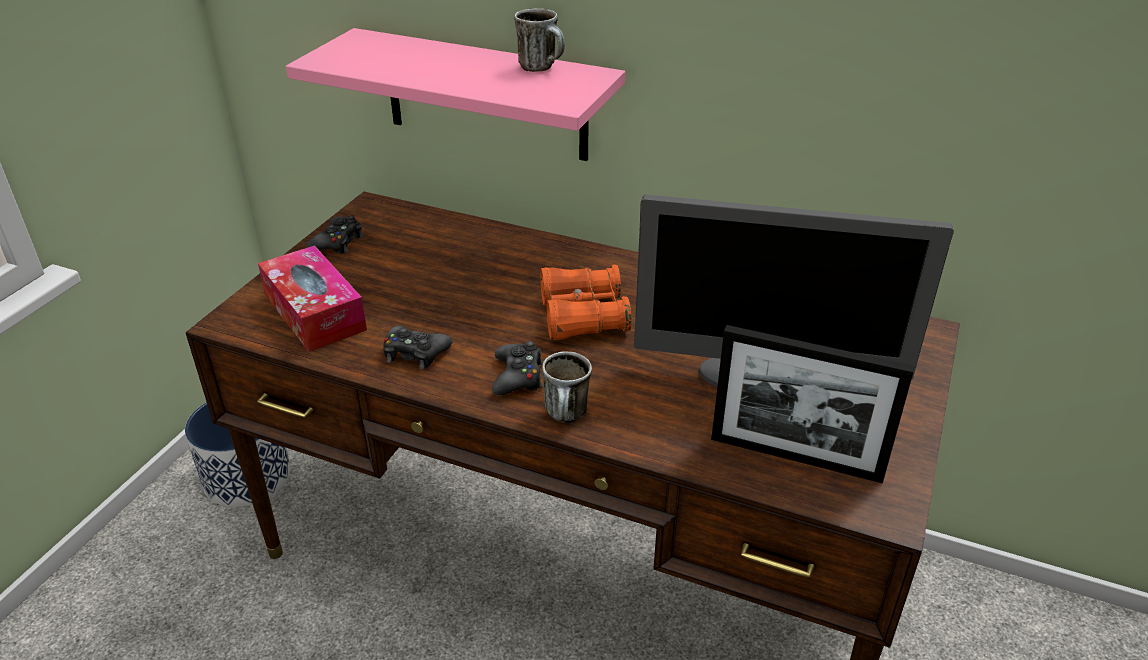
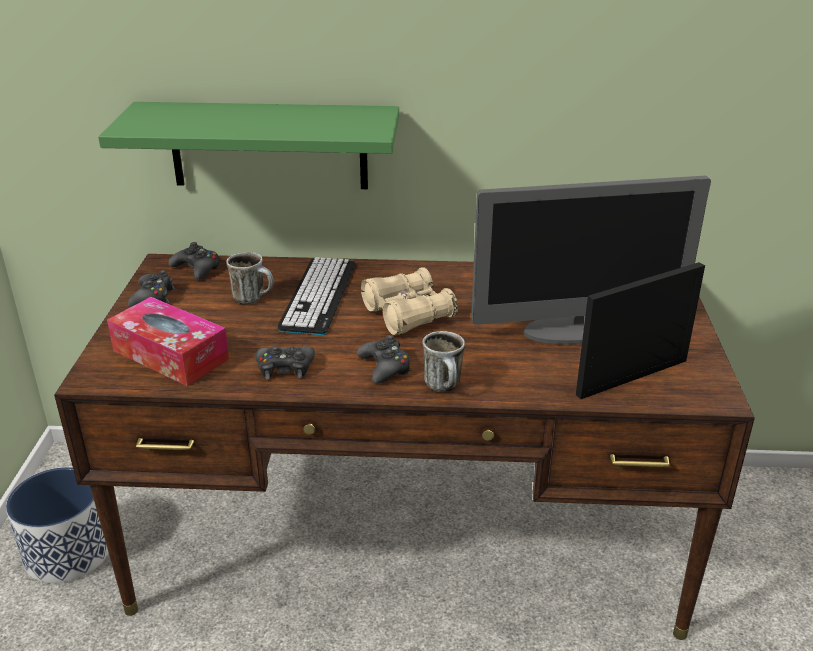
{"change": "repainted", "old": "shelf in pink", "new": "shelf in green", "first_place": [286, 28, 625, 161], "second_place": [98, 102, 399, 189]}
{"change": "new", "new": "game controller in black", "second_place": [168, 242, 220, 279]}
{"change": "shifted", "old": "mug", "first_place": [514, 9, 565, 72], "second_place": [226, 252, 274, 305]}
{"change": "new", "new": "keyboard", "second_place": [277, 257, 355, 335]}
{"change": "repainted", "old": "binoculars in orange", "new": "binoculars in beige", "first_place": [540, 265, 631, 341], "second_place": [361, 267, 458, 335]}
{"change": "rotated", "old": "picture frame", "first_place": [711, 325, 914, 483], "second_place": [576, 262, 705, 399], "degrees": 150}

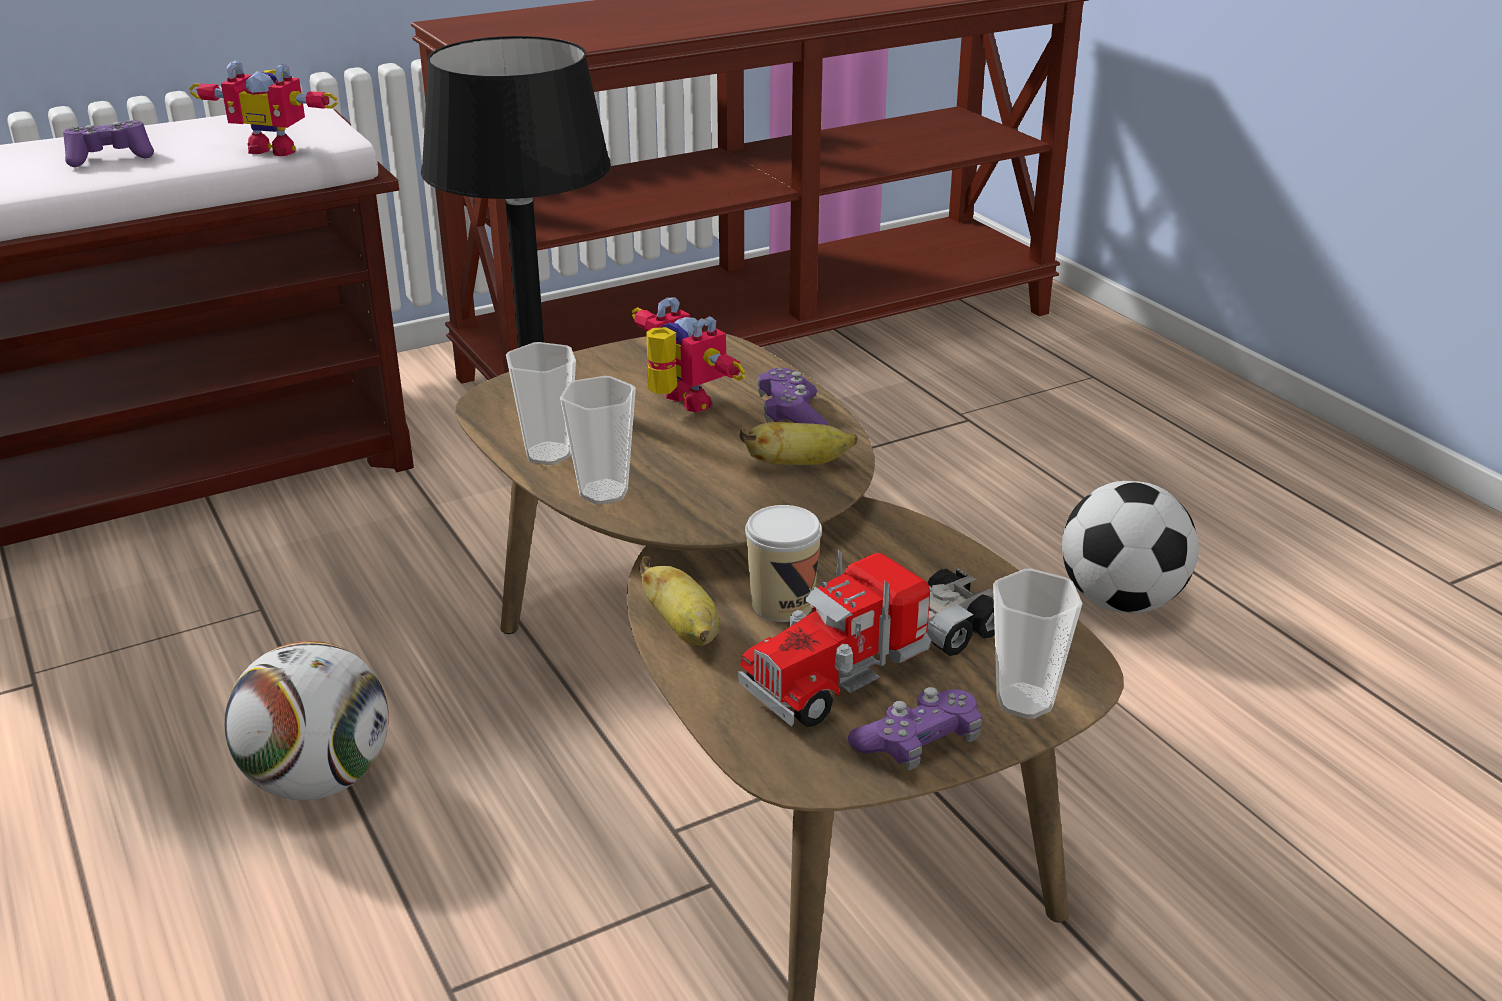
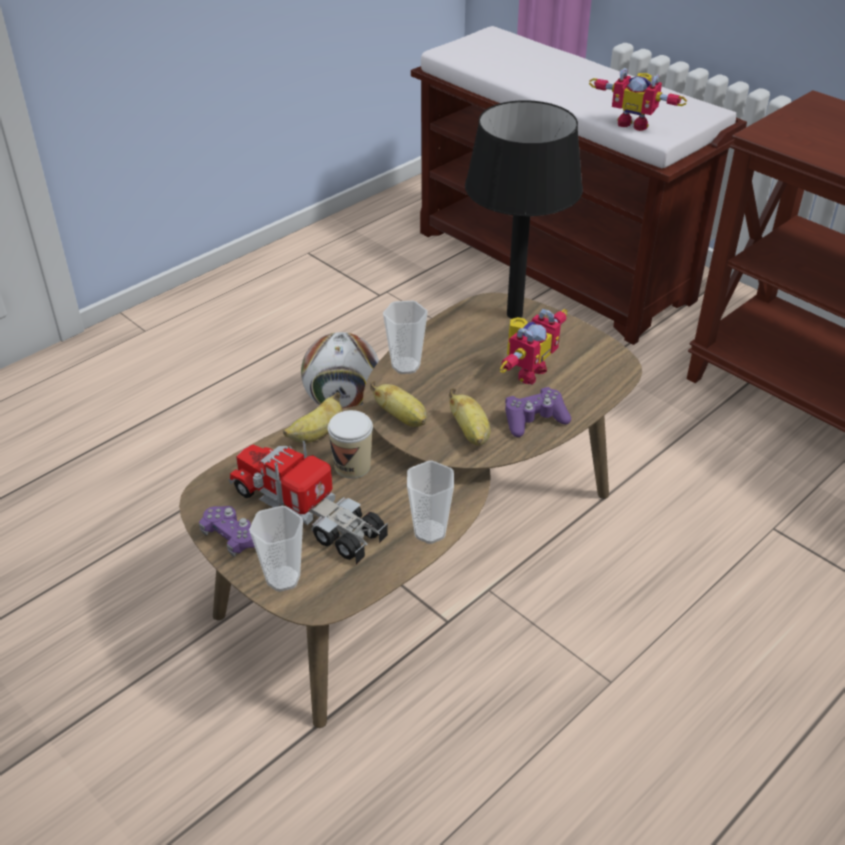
{"change": "new", "new": "banana", "second_place": [370, 381, 427, 427]}
{"change": "shifted", "old": "cup", "first_place": [506, 342, 576, 465], "second_place": [407, 461, 454, 544]}
{"change": "rotated", "old": "toy robot", "first_place": [189, 60, 338, 157], "second_place": [589, 68, 687, 131], "degrees": -60}
{"change": "gone", "old": "game controller in purple", "first_place": [63, 120, 154, 167]}
{"change": "gone", "old": "football", "first_place": [1062, 481, 1199, 613]}

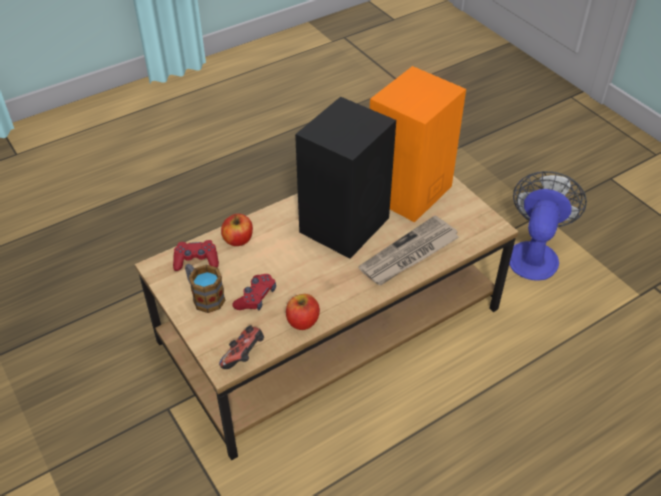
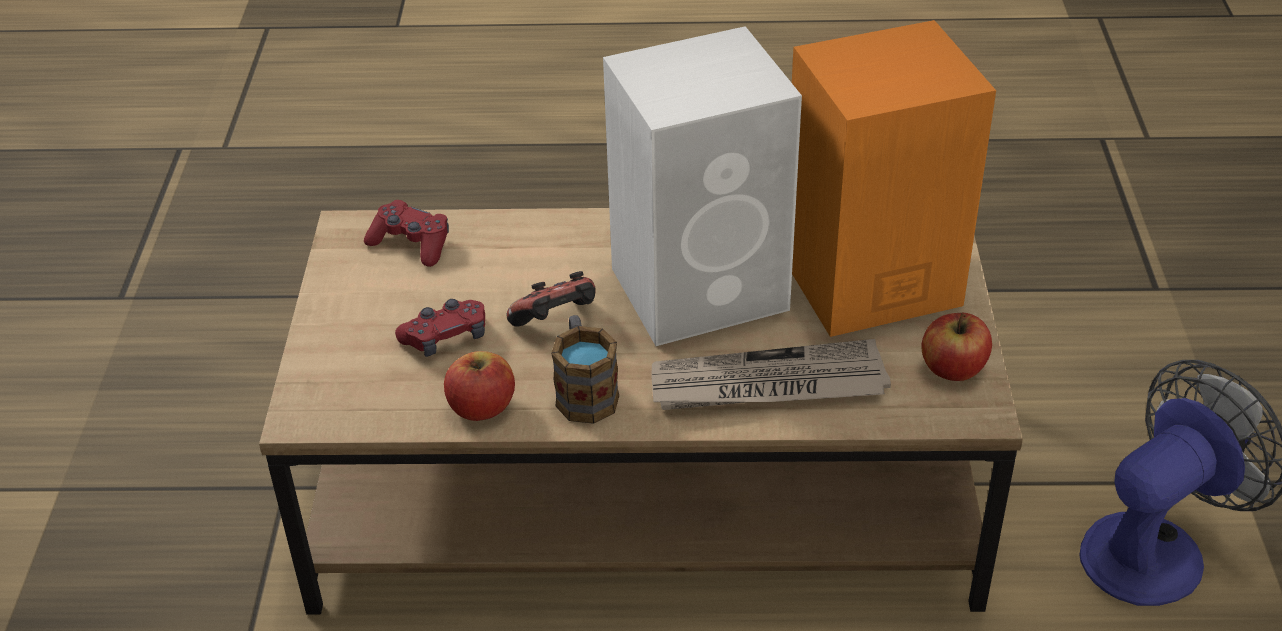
{"change": "shifted", "old": "game controller", "first_place": [219, 326, 264, 369], "second_place": [507, 271, 596, 327]}
{"change": "shifted", "old": "mug", "first_place": [185, 264, 225, 313], "second_place": [551, 315, 619, 424]}
{"change": "repainted", "old": "speaker in black", "new": "speaker in white", "first_place": [295, 97, 396, 259], "second_place": [603, 26, 802, 346]}
{"change": "shifted", "old": "apple", "first_place": [221, 214, 253, 246], "second_place": [921, 313, 992, 381]}

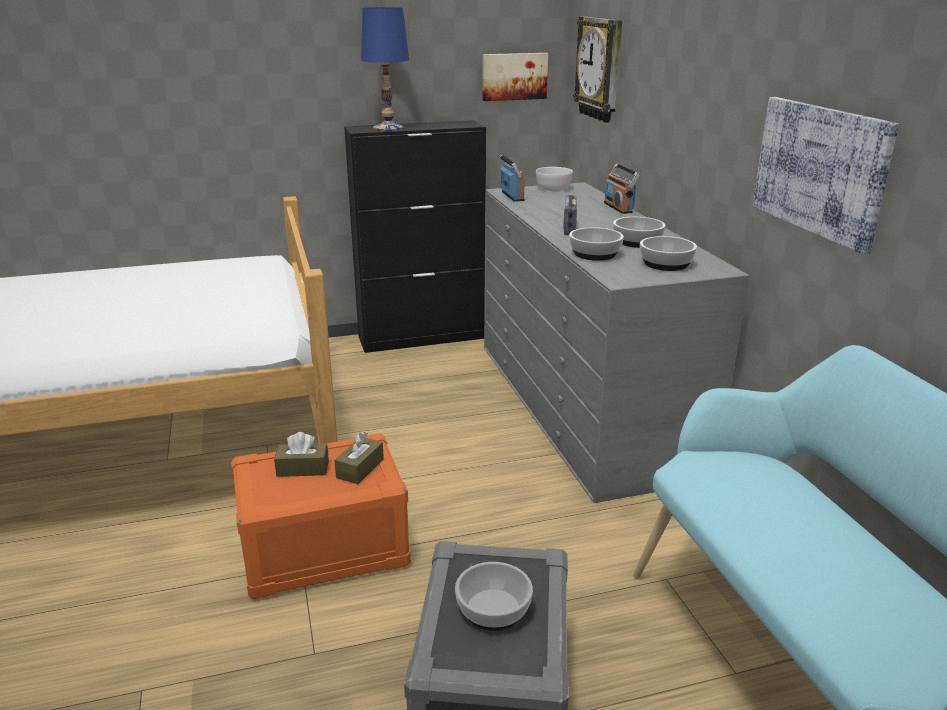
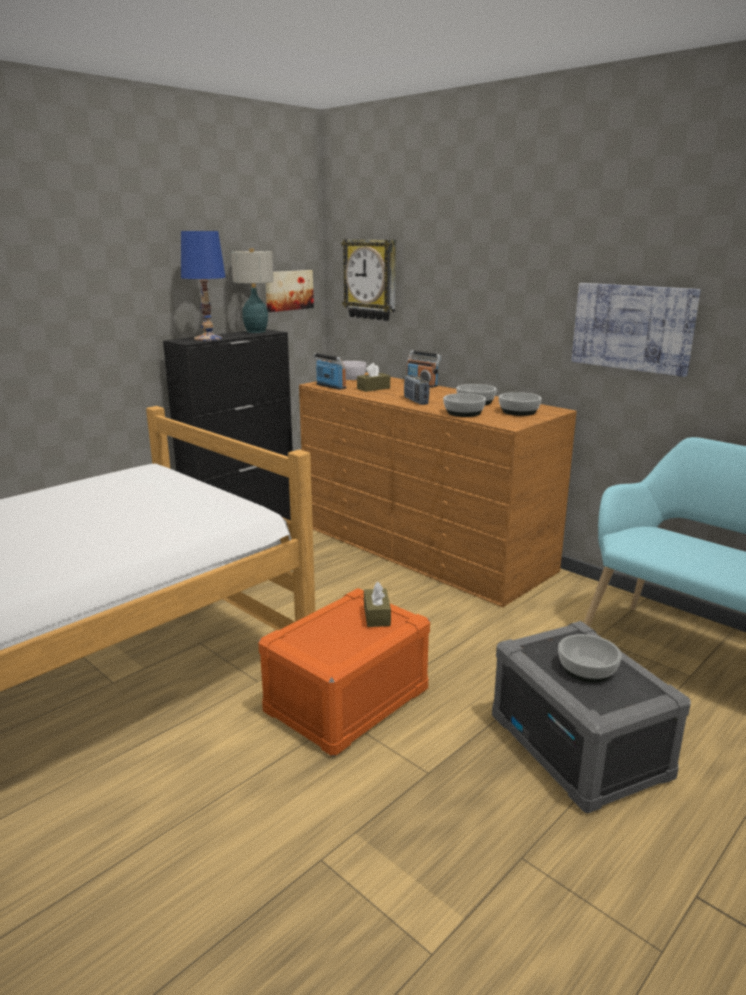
{"change": "new", "new": "table lamp", "second_place": [231, 248, 274, 333]}
{"change": "repainted", "old": "dresser in grey", "new": "dresser in brown", "first_place": [484, 182, 749, 503], "second_place": [299, 372, 577, 607]}
{"change": "shifted", "old": "tissue box in brown", "first_place": [274, 432, 329, 477], "second_place": [357, 363, 390, 392]}

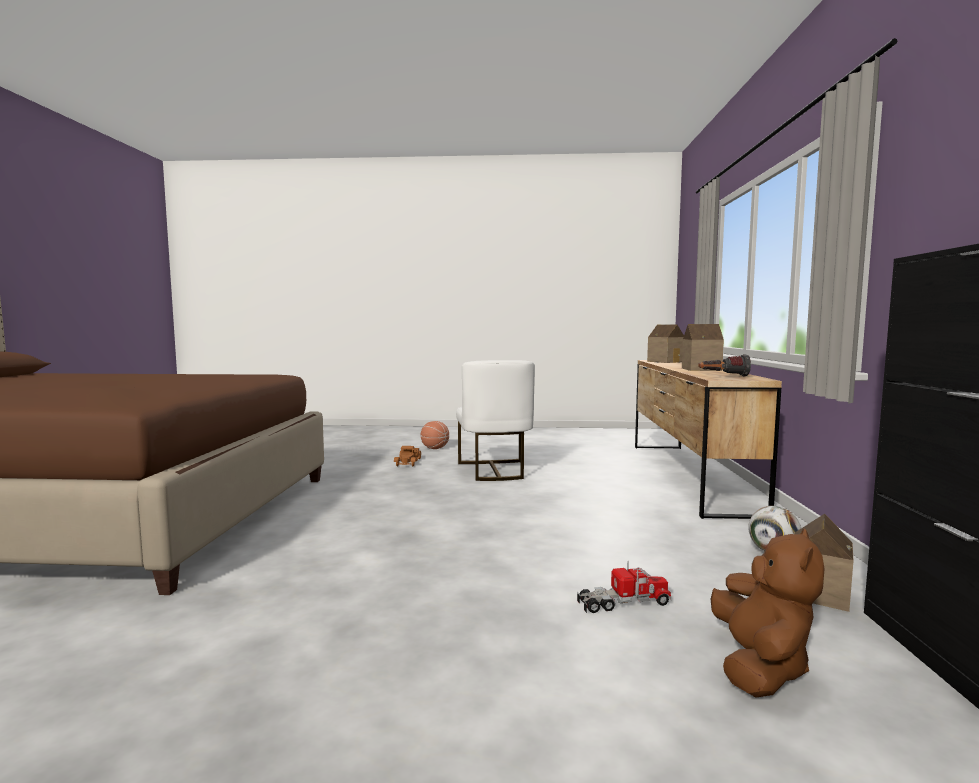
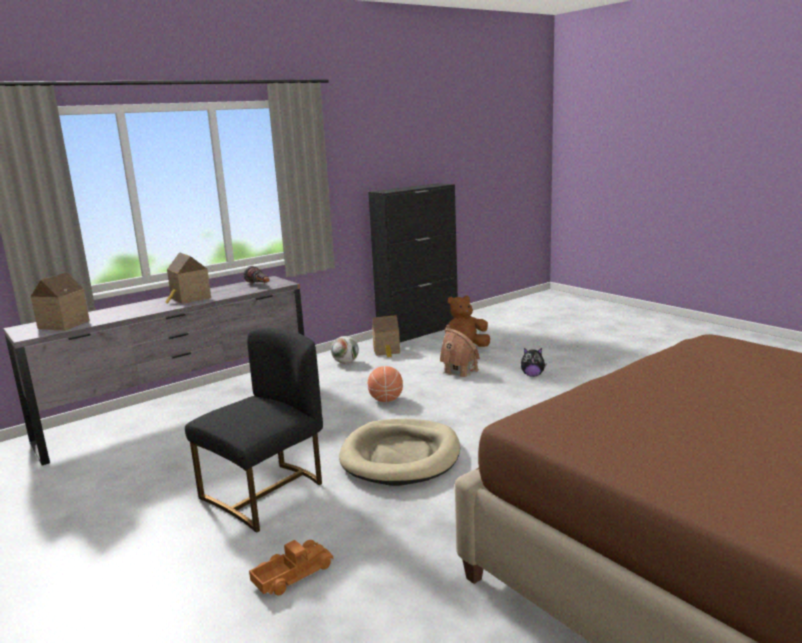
{"change": "repainted", "old": "dresser in brown", "new": "dresser in grey", "first_place": [635, 360, 782, 519], "second_place": [3, 276, 304, 465]}
{"change": "repainted", "old": "chair in white", "new": "chair in black", "first_place": [456, 360, 535, 481], "second_place": [185, 328, 323, 533]}
{"change": "new", "new": "dog bed in beige", "second_place": [339, 419, 460, 486]}
{"change": "shifted", "old": "basketball", "first_place": [421, 421, 449, 449], "second_place": [368, 366, 403, 402]}
{"change": "swapped", "old": "toy truck", "new": "toy house", "first_place": [577, 561, 672, 613], "second_place": [440, 325, 480, 378]}
{"change": "new", "new": "plush toy", "second_place": [521, 348, 546, 377]}

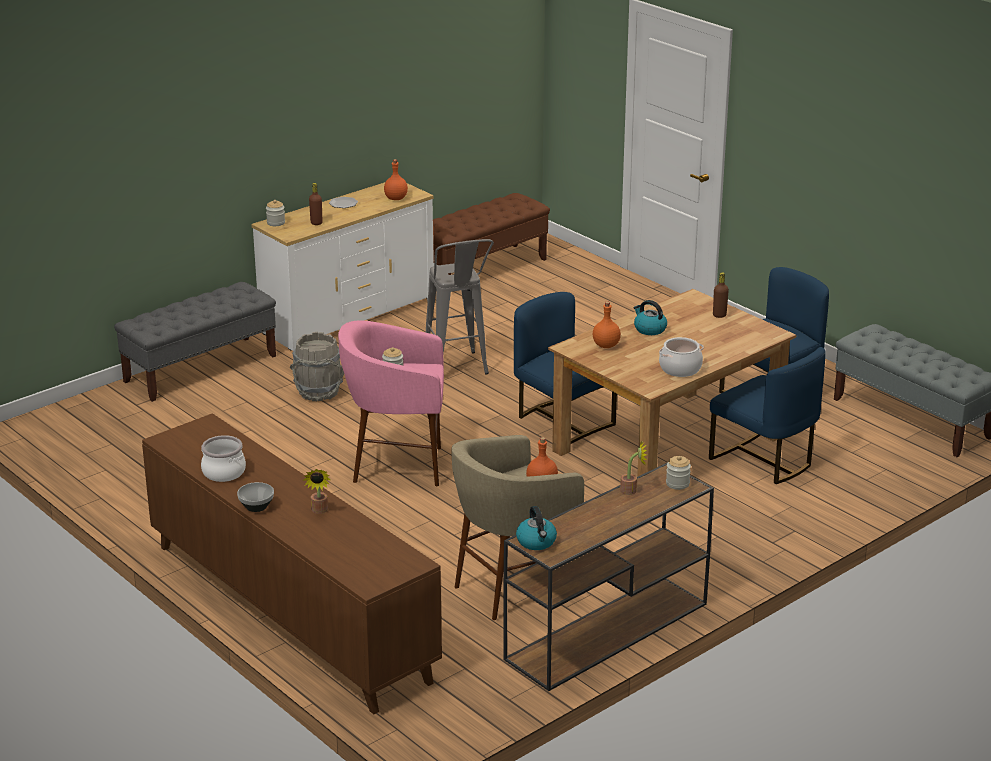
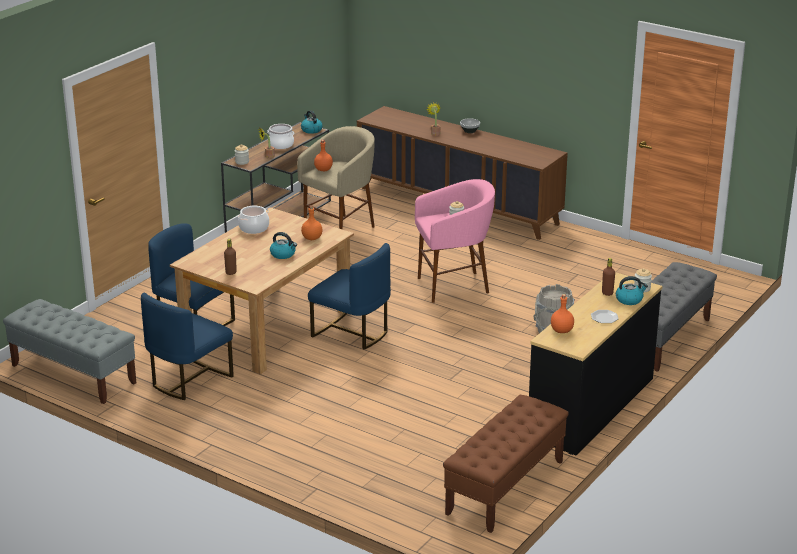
{"change": "shifted", "old": "cooking pot", "first_place": [201, 435, 246, 482], "second_place": [267, 124, 294, 149]}
{"change": "repainted", "old": "dresser in white", "new": "dresser in black", "first_place": [251, 182, 434, 351], "second_place": [529, 272, 662, 455]}
{"change": "new", "new": "kettle", "second_place": [616, 276, 648, 305]}
{"change": "gone", "old": "stool in grey", "first_place": [426, 239, 494, 375]}

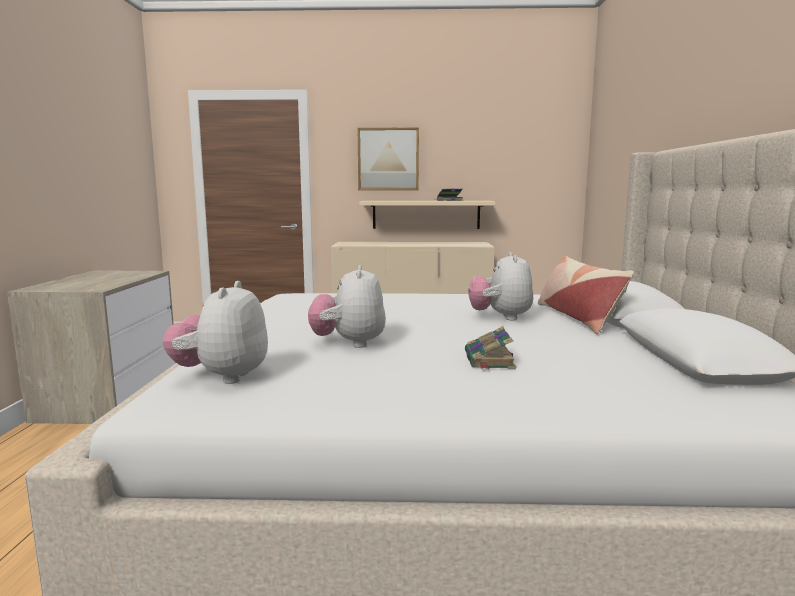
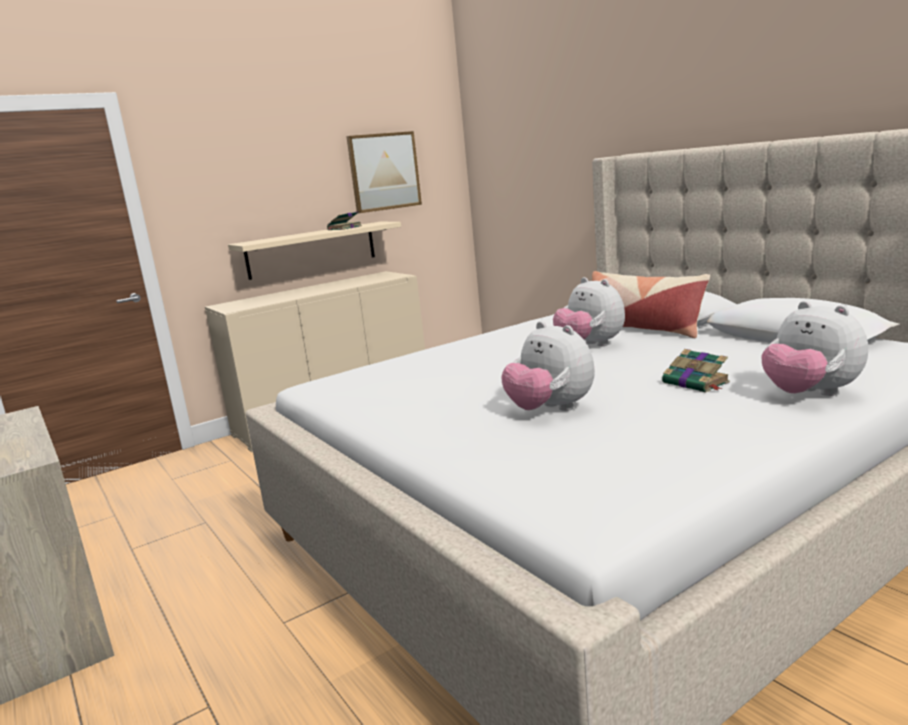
{"change": "shifted", "old": "picture", "first_place": [358, 128, 419, 190], "second_place": [346, 131, 422, 213]}
{"change": "shifted", "old": "plush toy", "first_place": [163, 281, 268, 384], "second_place": [761, 301, 868, 396]}

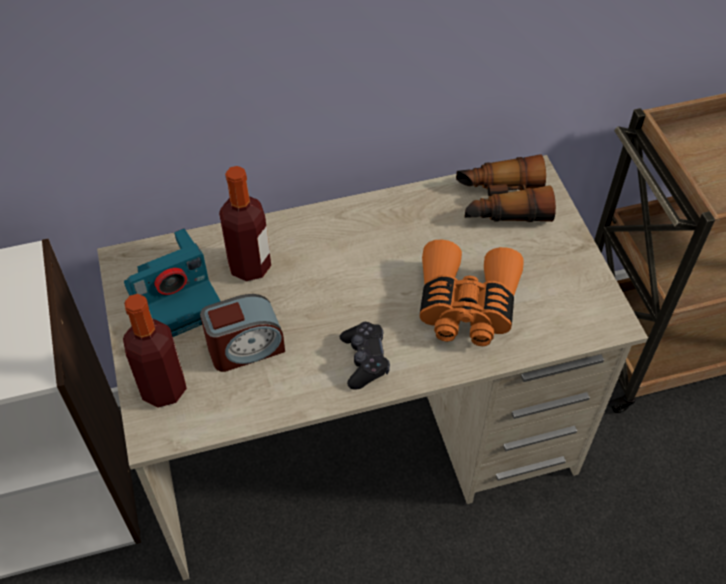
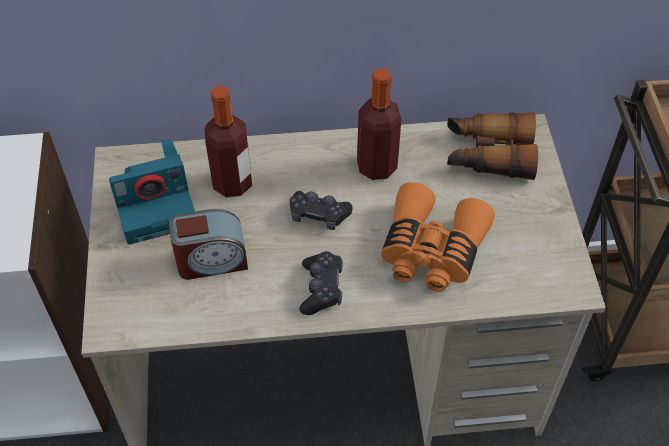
{"change": "new", "new": "game controller in black", "second_place": [289, 191, 352, 230]}
{"change": "shifted", "old": "bottle", "first_place": [123, 294, 187, 408], "second_place": [357, 69, 401, 180]}

